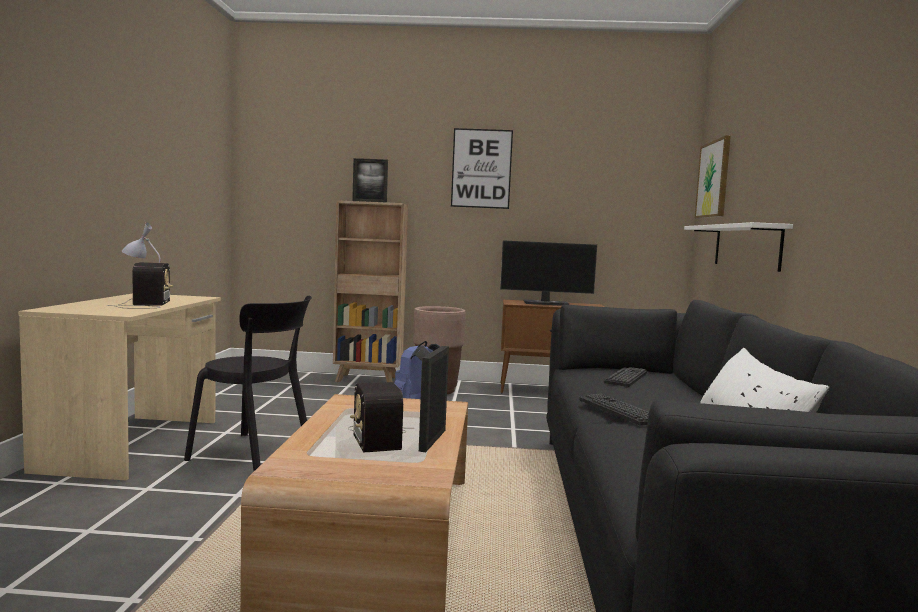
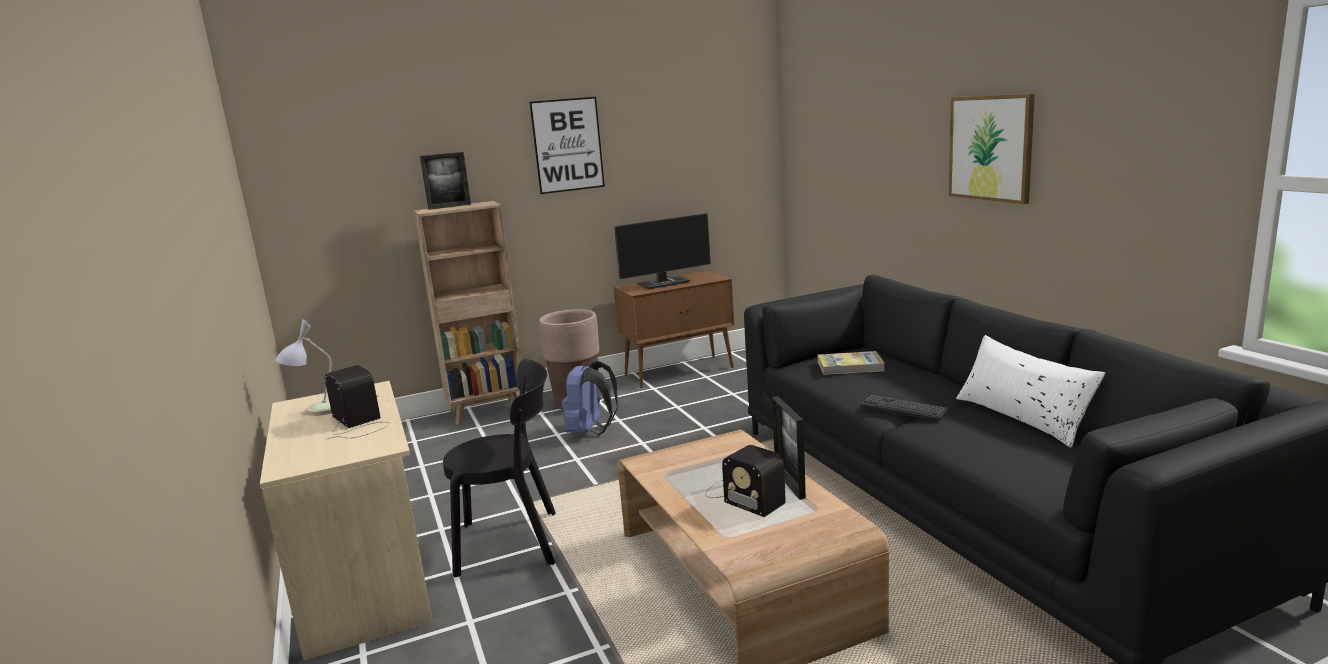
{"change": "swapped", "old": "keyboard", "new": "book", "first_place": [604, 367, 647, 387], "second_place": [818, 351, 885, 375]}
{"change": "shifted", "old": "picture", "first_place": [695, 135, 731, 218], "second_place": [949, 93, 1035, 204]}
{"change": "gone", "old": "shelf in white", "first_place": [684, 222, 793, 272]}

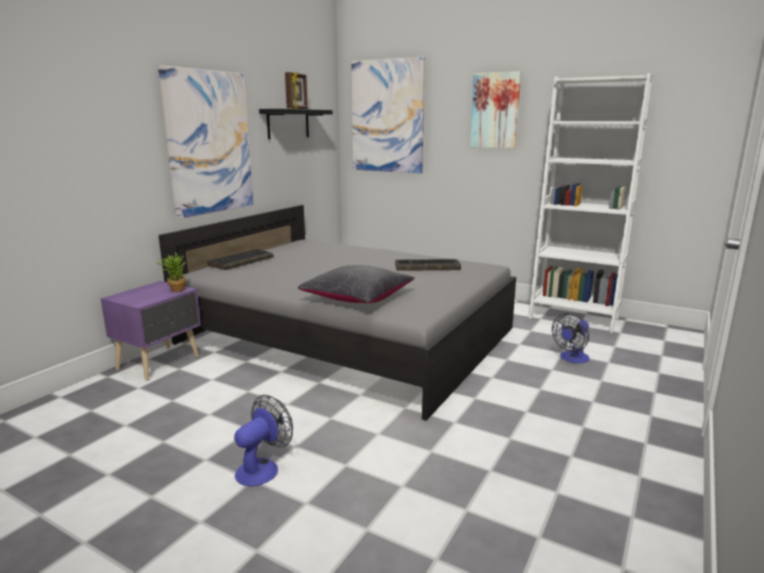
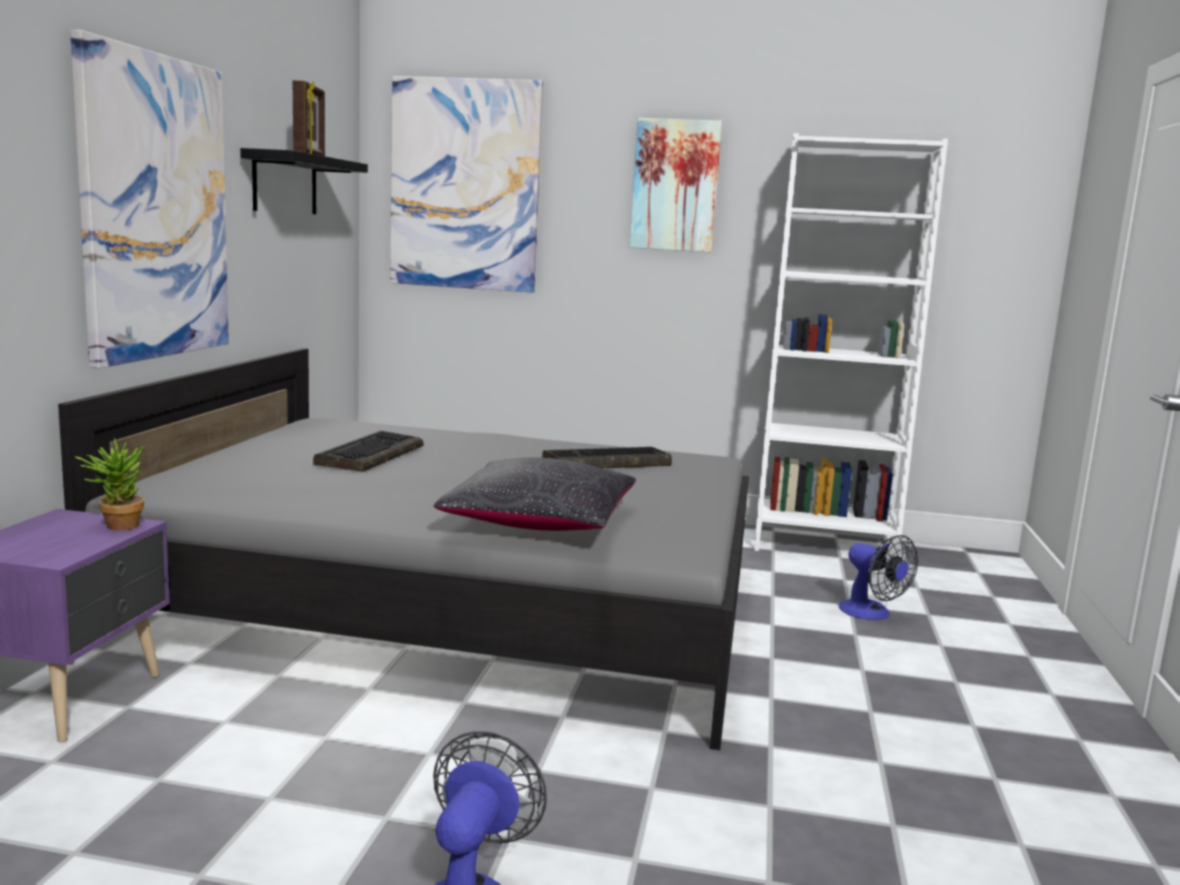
{"change": "shifted", "old": "keyboard", "first_place": [207, 249, 274, 270], "second_place": [313, 431, 424, 472]}
{"change": "rotated", "old": "fan", "first_place": [552, 314, 589, 363], "second_place": [838, 535, 918, 620], "degrees": -60}

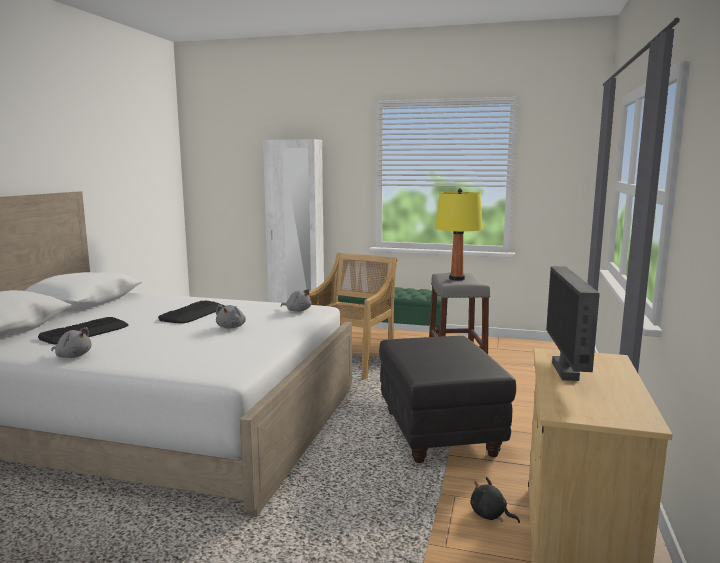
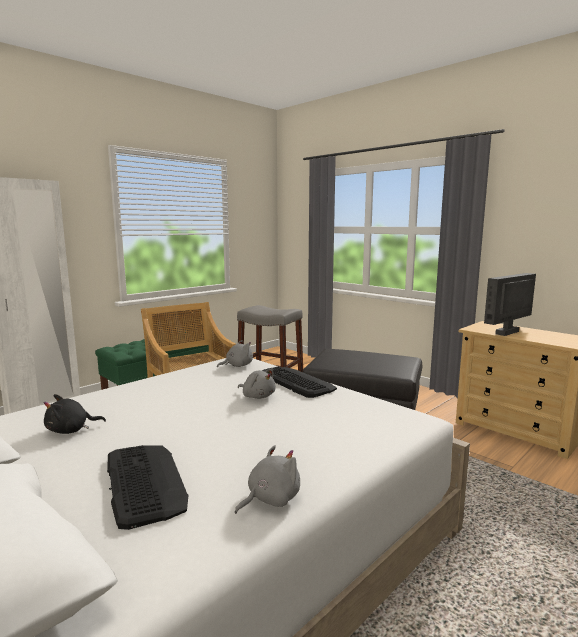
{"change": "shifted", "old": "plush toy in black", "first_place": [471, 477, 520, 523], "second_place": [44, 394, 106, 434]}
{"change": "shifted", "old": "keyboard", "first_place": [158, 300, 225, 324], "second_place": [262, 367, 337, 398]}
{"change": "rotated", "old": "monitor", "first_place": [546, 266, 600, 381], "second_place": [484, 273, 536, 336], "degrees": 105}
{"change": "gone", "old": "table lamp in yellow", "first_place": [435, 188, 483, 280]}

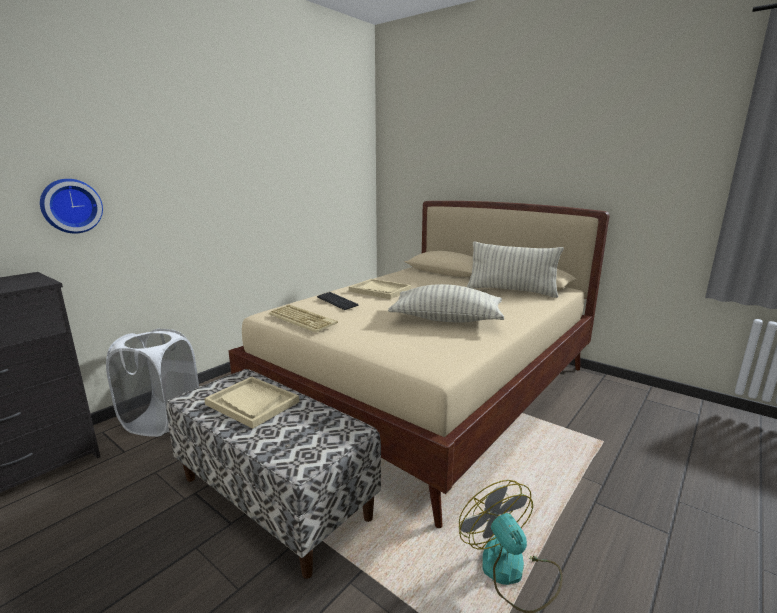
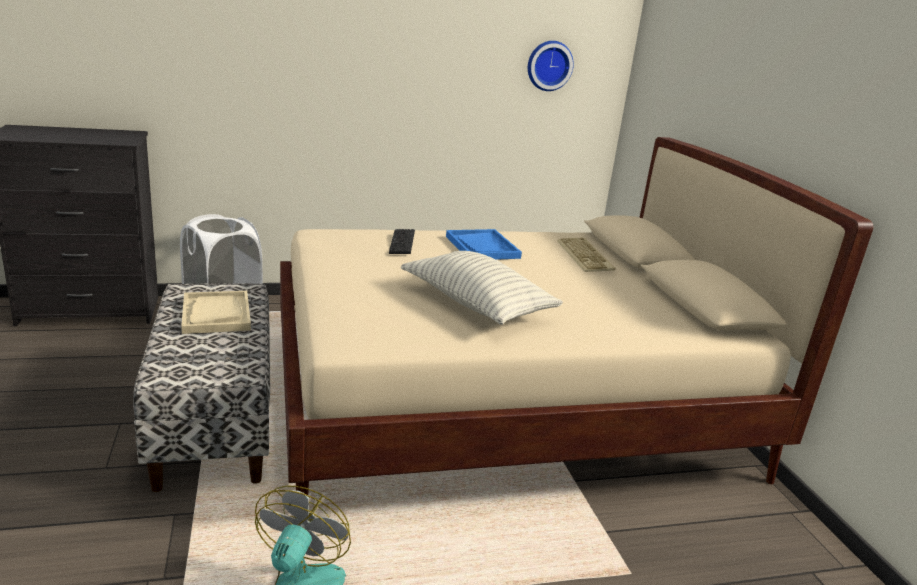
{"change": "repainted", "old": "tray in beige", "new": "tray in blue", "first_place": [349, 279, 411, 299], "second_place": [446, 229, 522, 260]}
{"change": "shifted", "old": "wall clock", "first_place": [40, 179, 103, 233], "second_place": [528, 41, 574, 91]}
{"change": "shifted", "old": "keyboard", "first_place": [269, 305, 338, 333], "second_place": [557, 237, 616, 272]}
{"change": "gone", "old": "pillow", "first_place": [467, 241, 564, 298]}

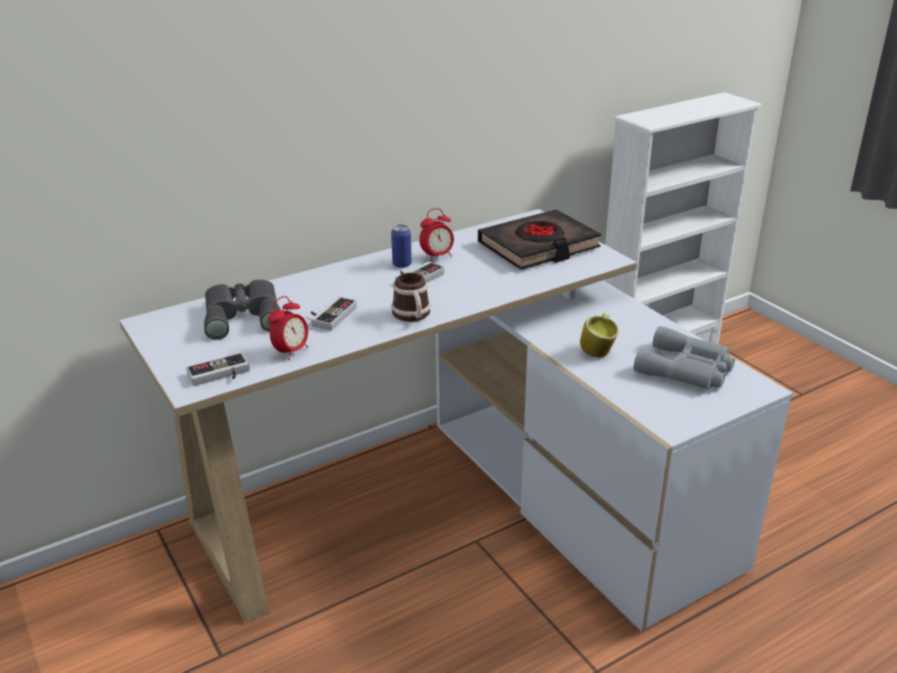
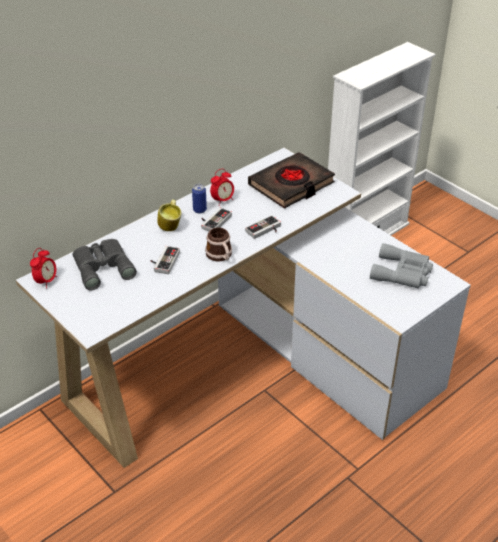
{"change": "shifted", "old": "alarm clock", "first_place": [268, 296, 308, 360], "second_place": [30, 248, 57, 289]}
{"change": "shifted", "old": "mug", "first_place": [580, 312, 618, 357], "second_place": [157, 199, 182, 231]}
{"change": "shifted", "old": "game controller", "first_place": [186, 353, 250, 386], "second_place": [245, 215, 281, 239]}

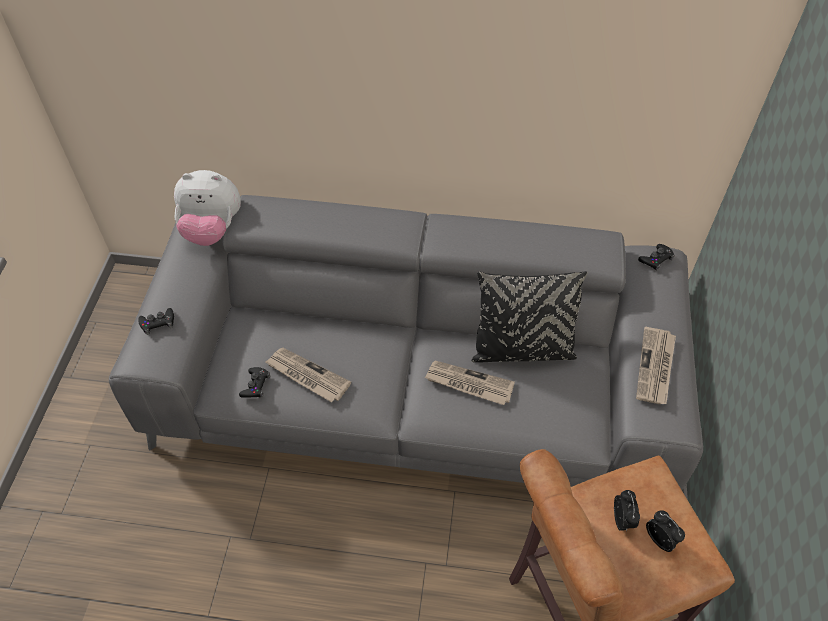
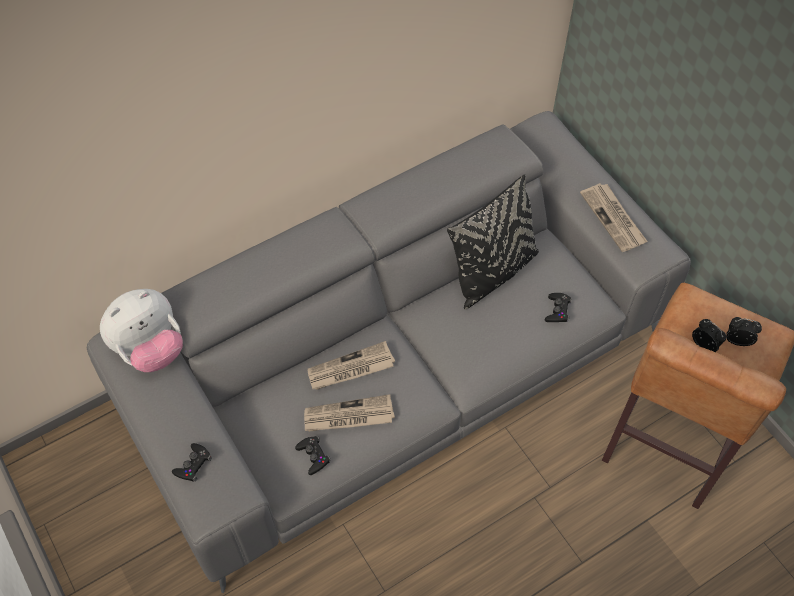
{"change": "shifted", "old": "newspaper", "first_place": [425, 360, 515, 405], "second_place": [307, 341, 395, 390]}
{"change": "shifted", "old": "game controller in black", "first_place": [638, 244, 675, 271], "second_place": [545, 293, 572, 322]}

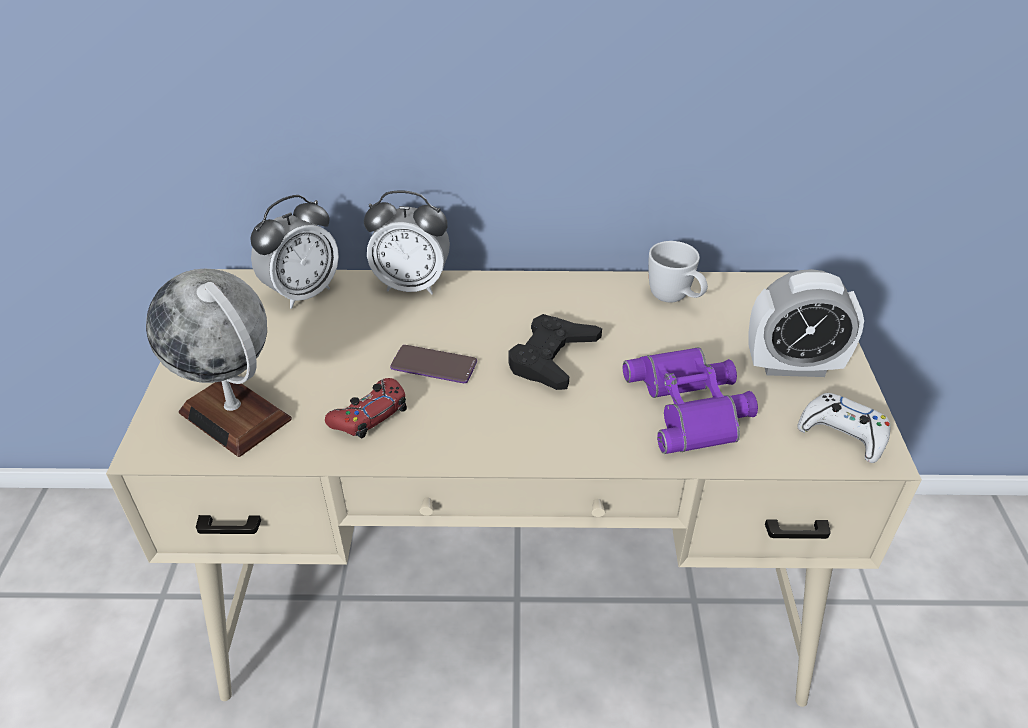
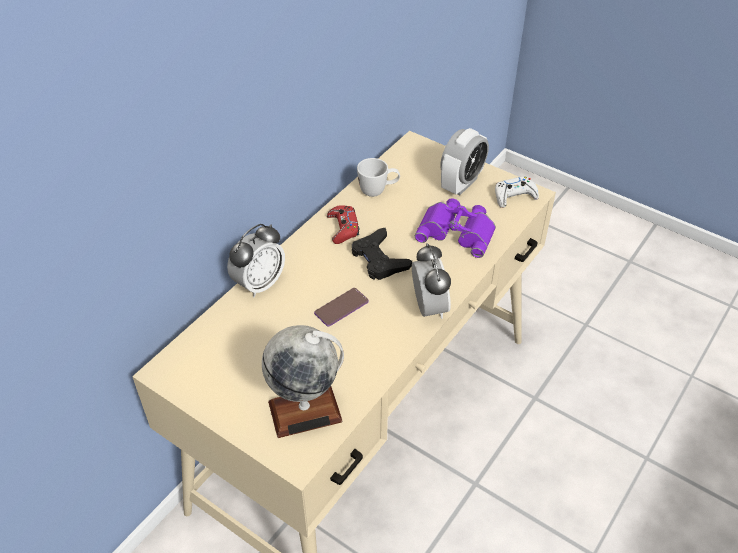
{"change": "shifted", "old": "game controller in red", "first_place": [325, 378, 407, 438], "second_place": [327, 205, 359, 244]}
{"change": "shifted", "old": "alarm clock", "first_place": [250, 195, 339, 309], "second_place": [412, 243, 451, 319]}

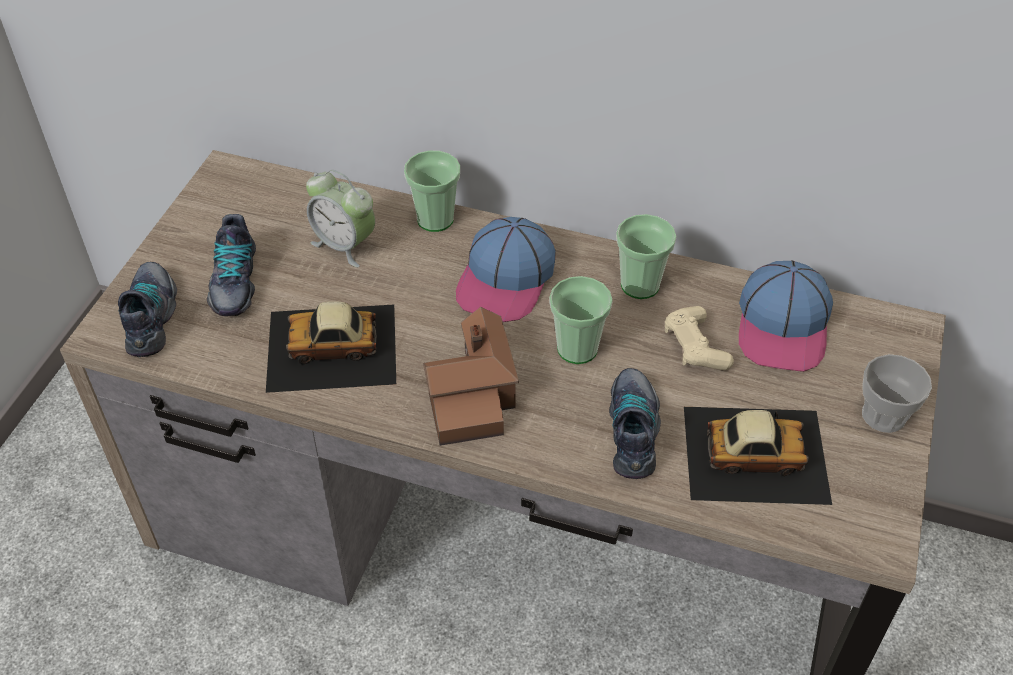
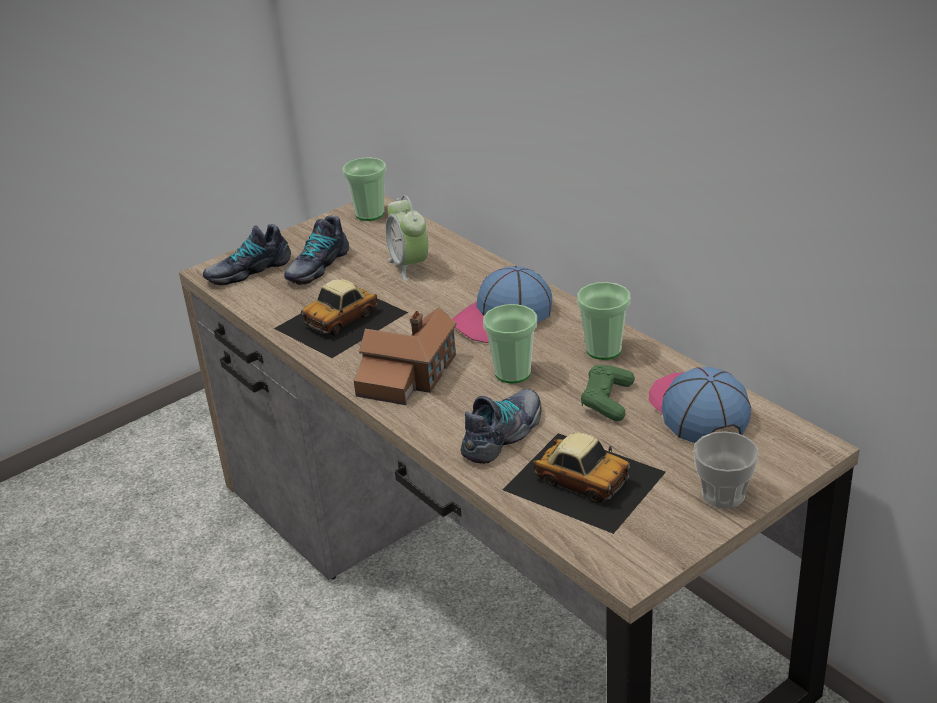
{"change": "rotated", "old": "shoe", "first_place": [118, 262, 177, 357], "second_place": [203, 224, 291, 286], "degrees": -150}
{"change": "rotated", "old": "toy car", "first_place": [266, 301, 396, 393], "second_place": [274, 279, 408, 358], "degrees": -75}
{"change": "shifted", "old": "cup", "first_place": [404, 151, 460, 232], "second_place": [343, 157, 386, 221]}
{"change": "repainted", "old": "game controller in beige", "new": "game controller in green", "first_place": [665, 306, 734, 370], "second_place": [581, 365, 635, 421]}
{"change": "rotated", "old": "cap", "first_place": [739, 260, 833, 372], "second_place": [649, 367, 751, 443], "degrees": 120}

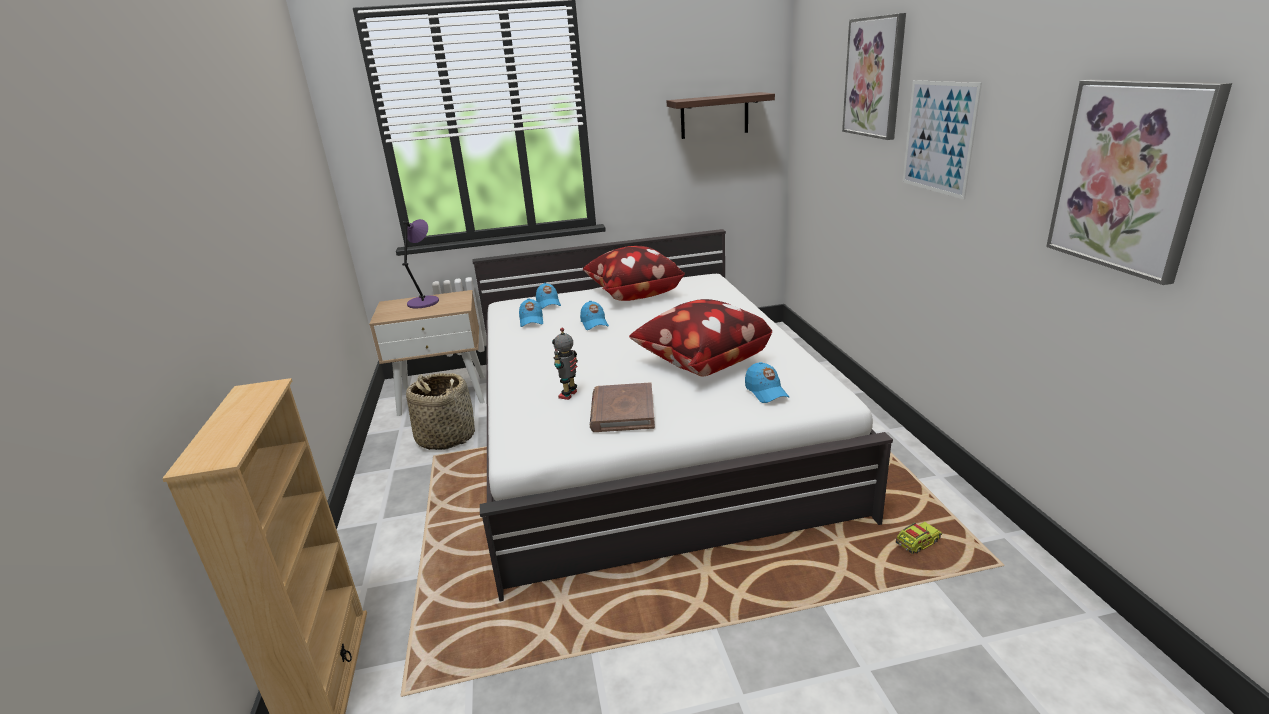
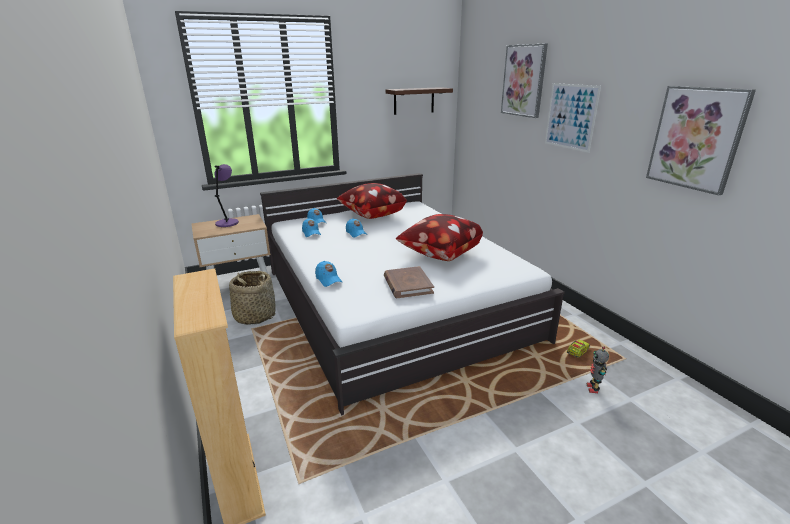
{"change": "shifted", "old": "cap in blue", "first_place": [745, 362, 789, 403], "second_place": [315, 261, 342, 287]}
{"change": "shifted", "old": "toy robot", "first_place": [552, 328, 578, 400], "second_place": [587, 347, 609, 393]}

